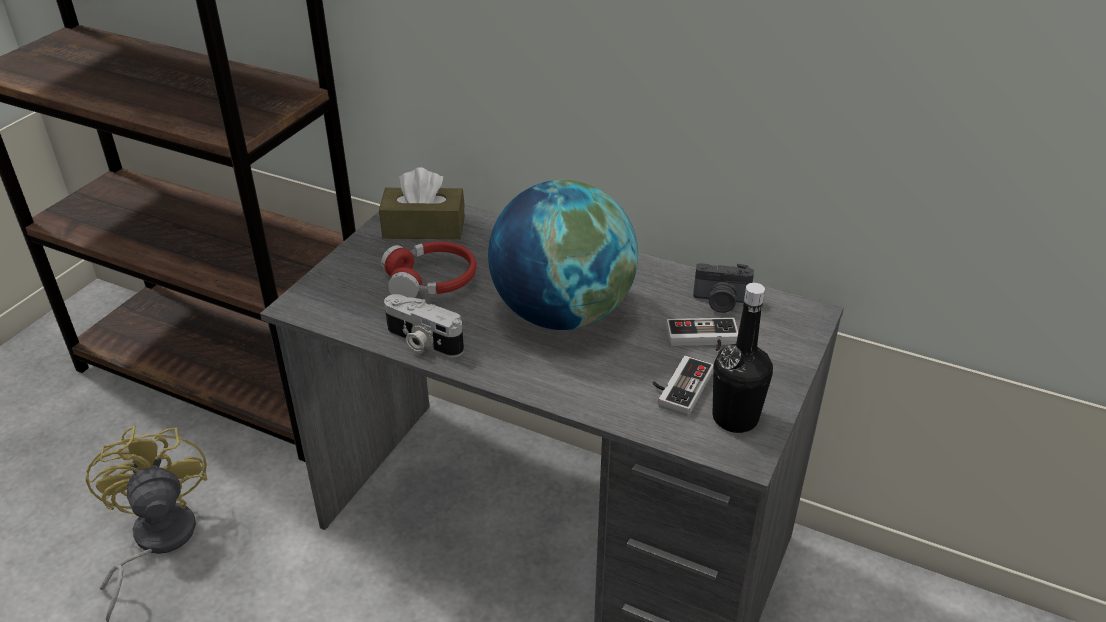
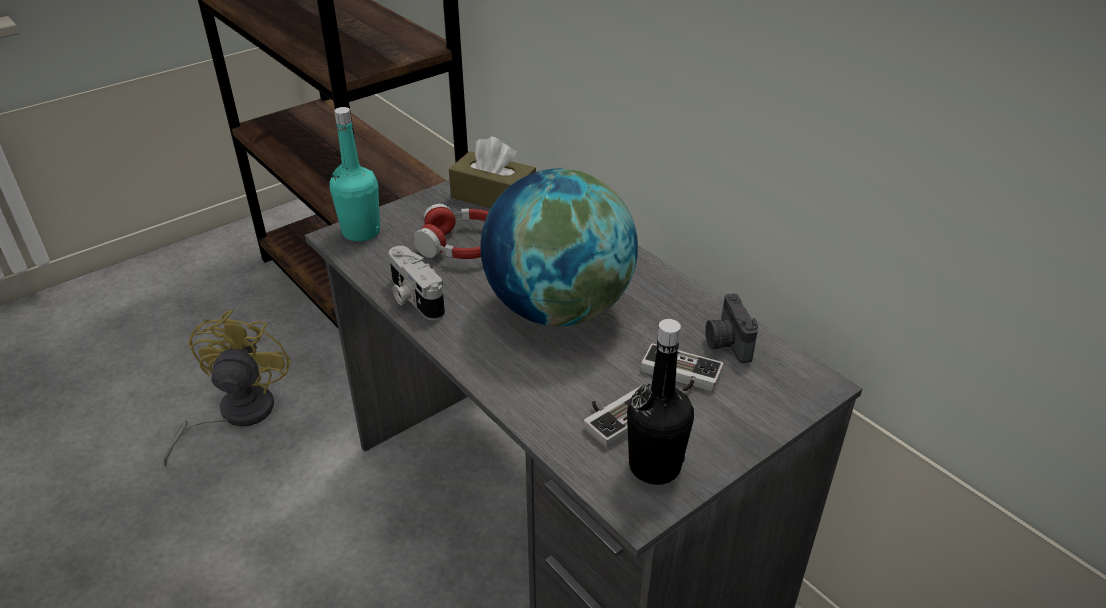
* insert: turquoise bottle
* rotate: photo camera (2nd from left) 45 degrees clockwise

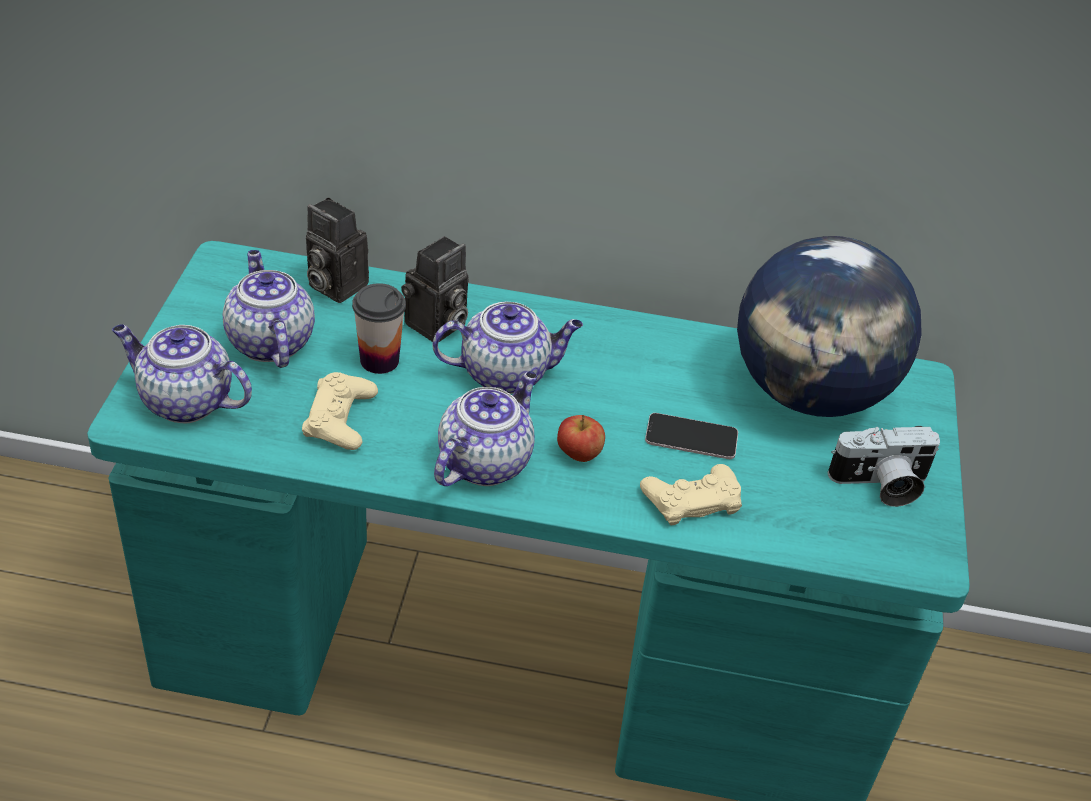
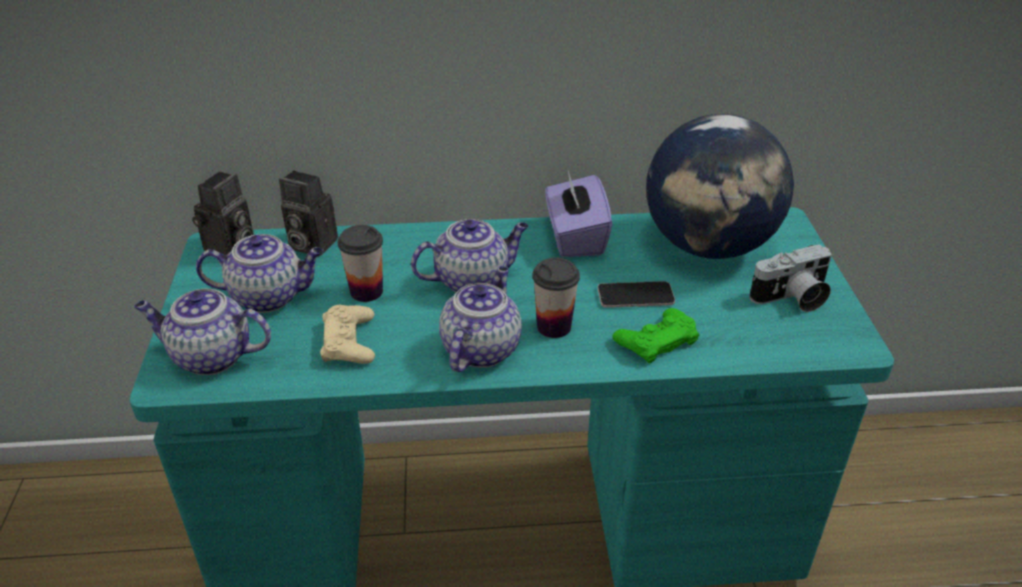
* move: photo camera (2nd from left in the first image) to photo camera (1st from left)
* rotate: teapot (2nd from left) 120 degrees clockwise
* replace: apple to cup (2nd from left)
* insert: purple tissue box
* recolor: beige game controller (2nd from left) to green game controller

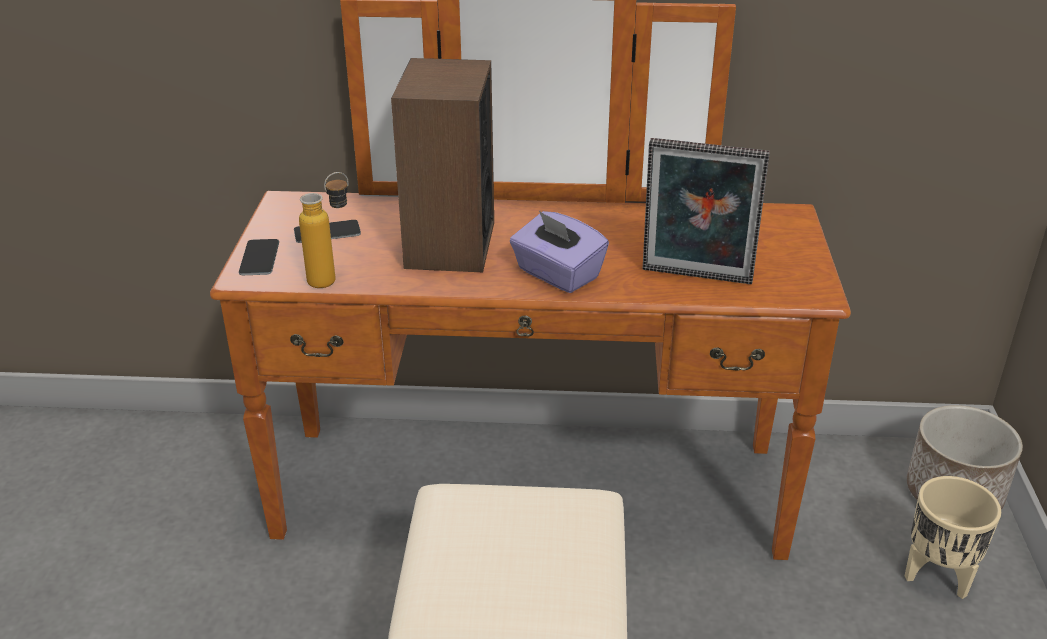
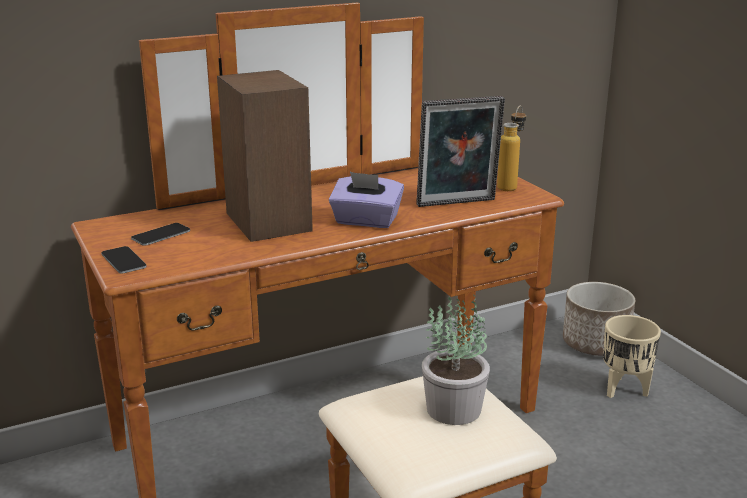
* insert: potted plant
* move: bottle

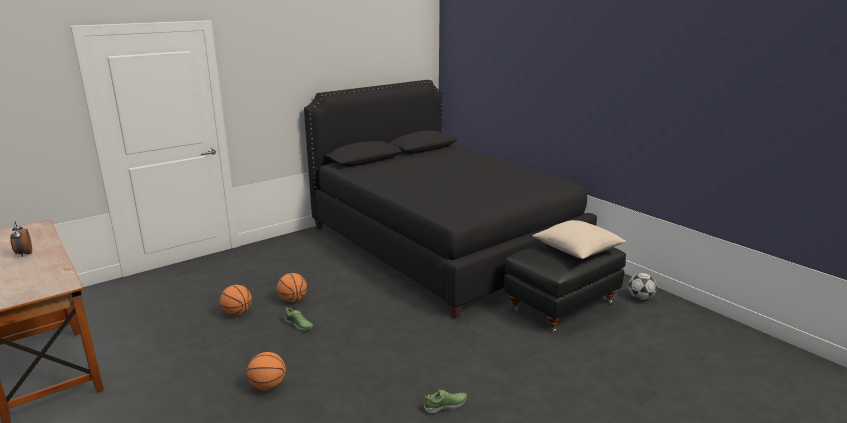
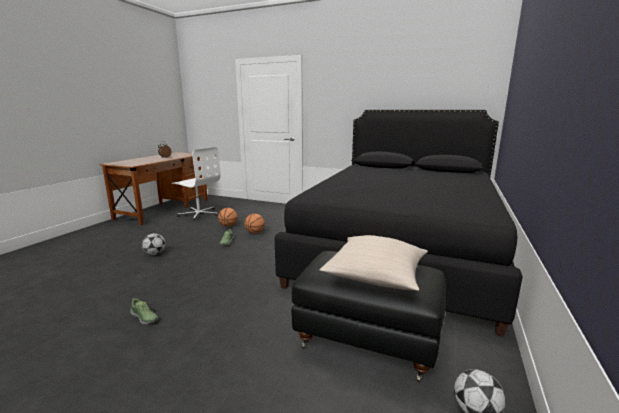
* replace: basketball (2nd from left) to football (1st from left)
* insert: white office chair

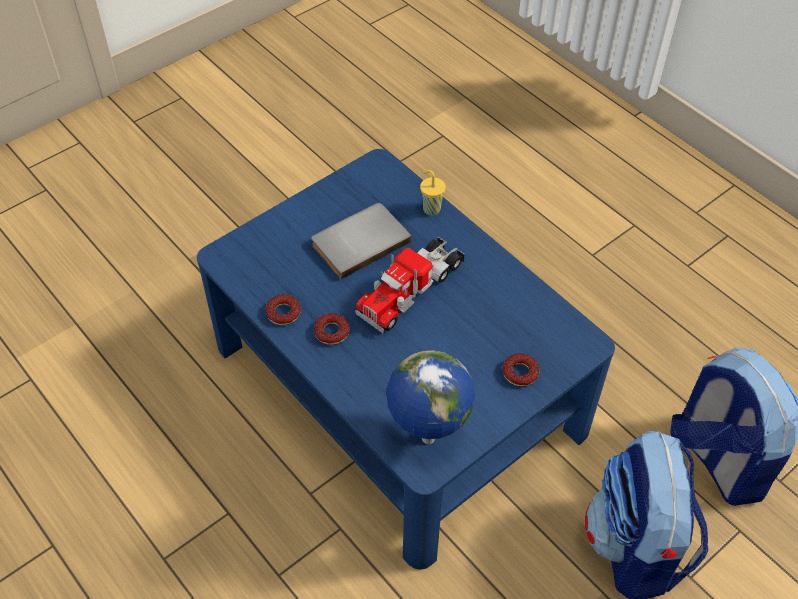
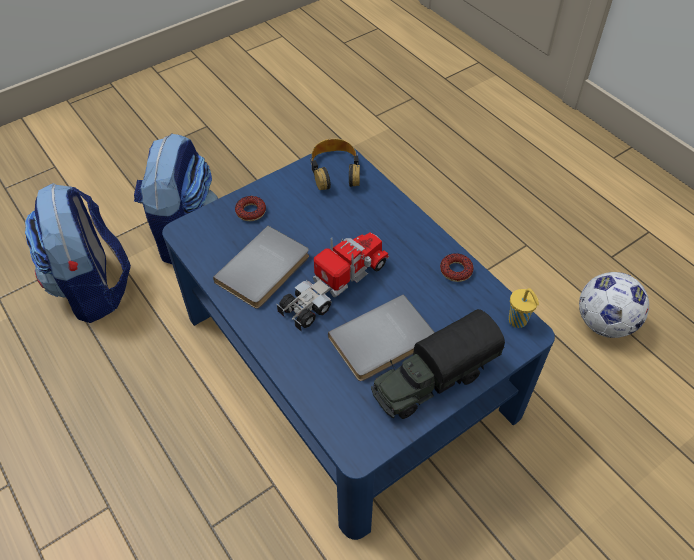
* insert: grey book (1st from left)
* replace: globe to headphones
* insert: toy truck (2nd from left)
* move: yellow cup
* insert: football
* delete: donut (2nd from left)

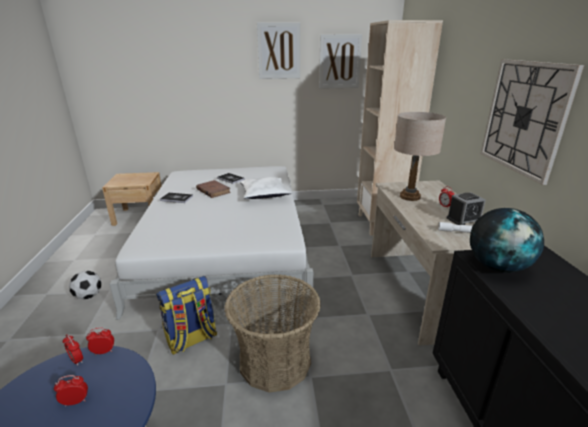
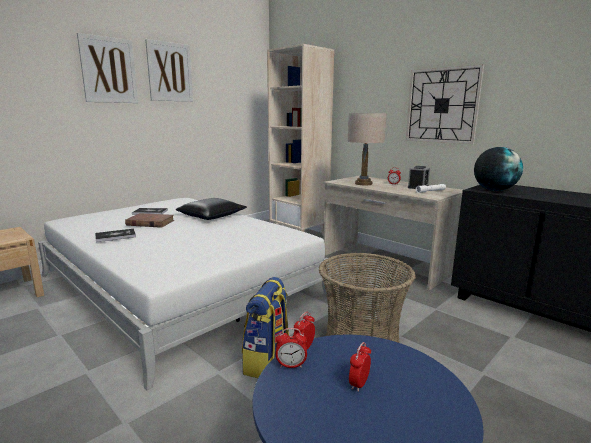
* move: picture (2nd from left in the first image) to picture (1st from left)
* recolor: white pillow to black pillow
* delete: football

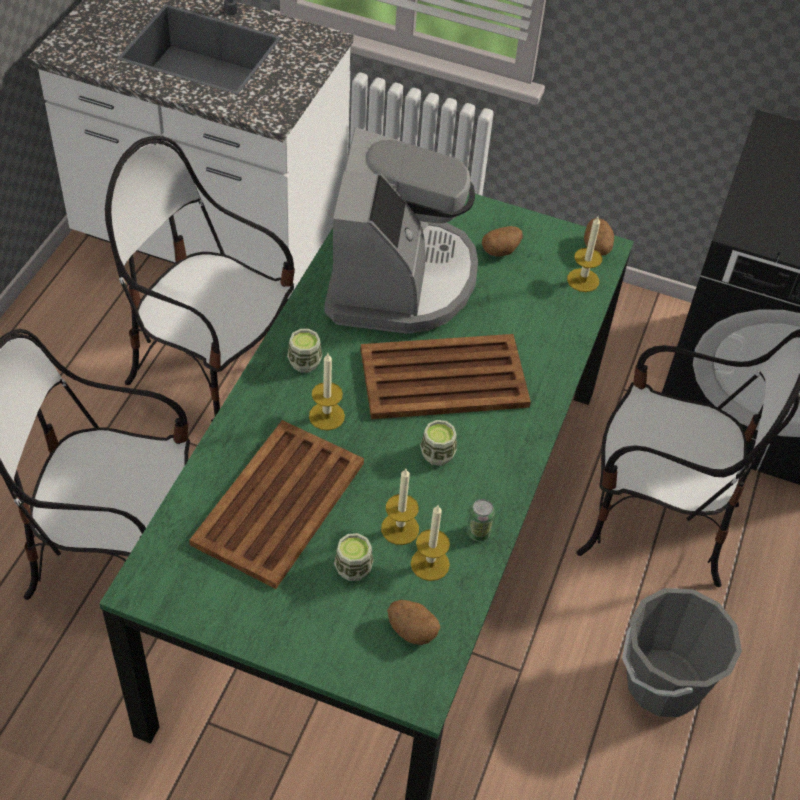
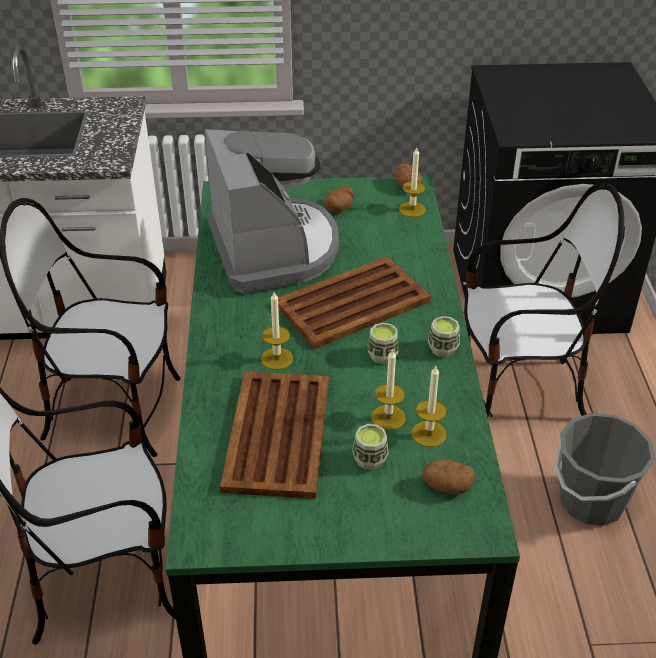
* move: cup (1st from left in the first image) to cup (3rd from left)
* delete: can

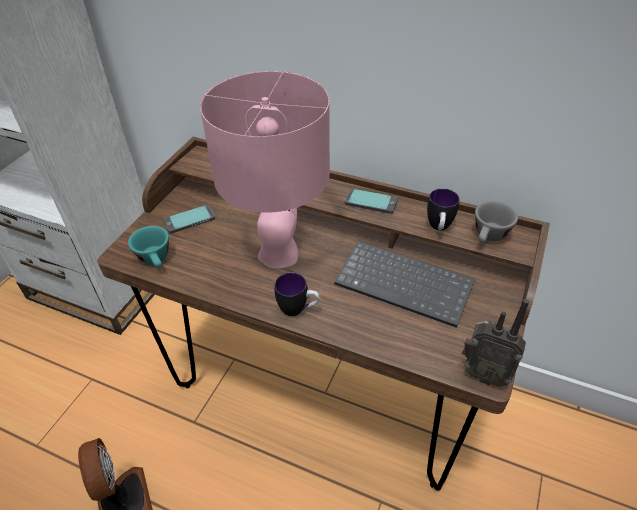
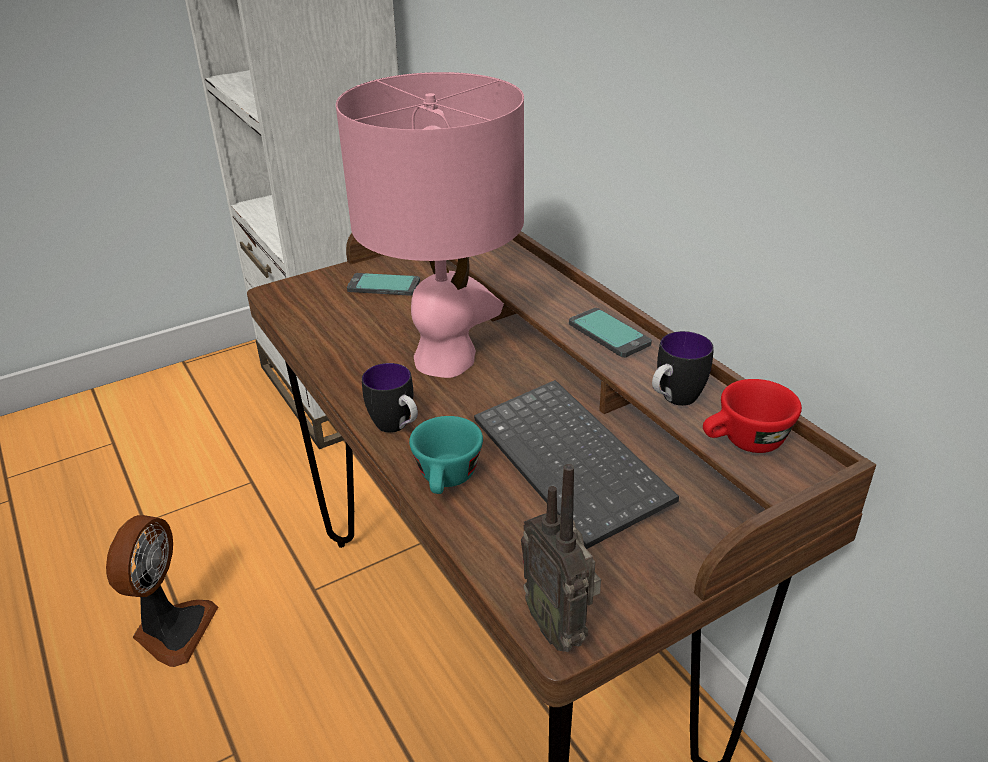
* move: turquoise cup
* recolor: grey cup to red cup

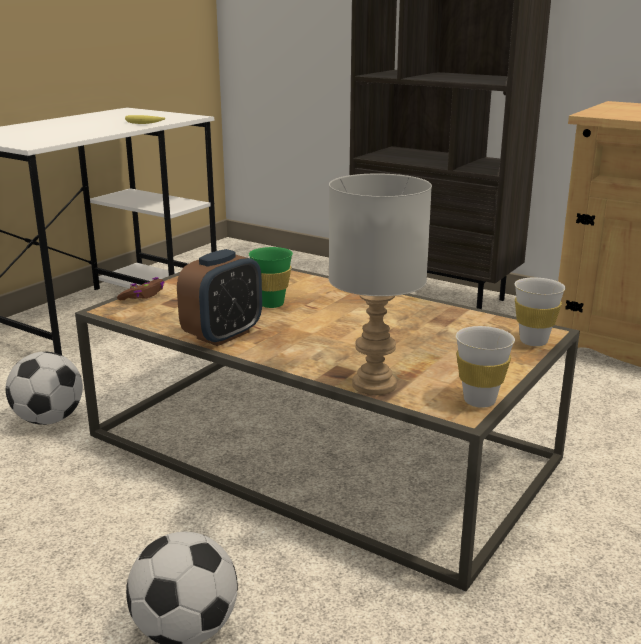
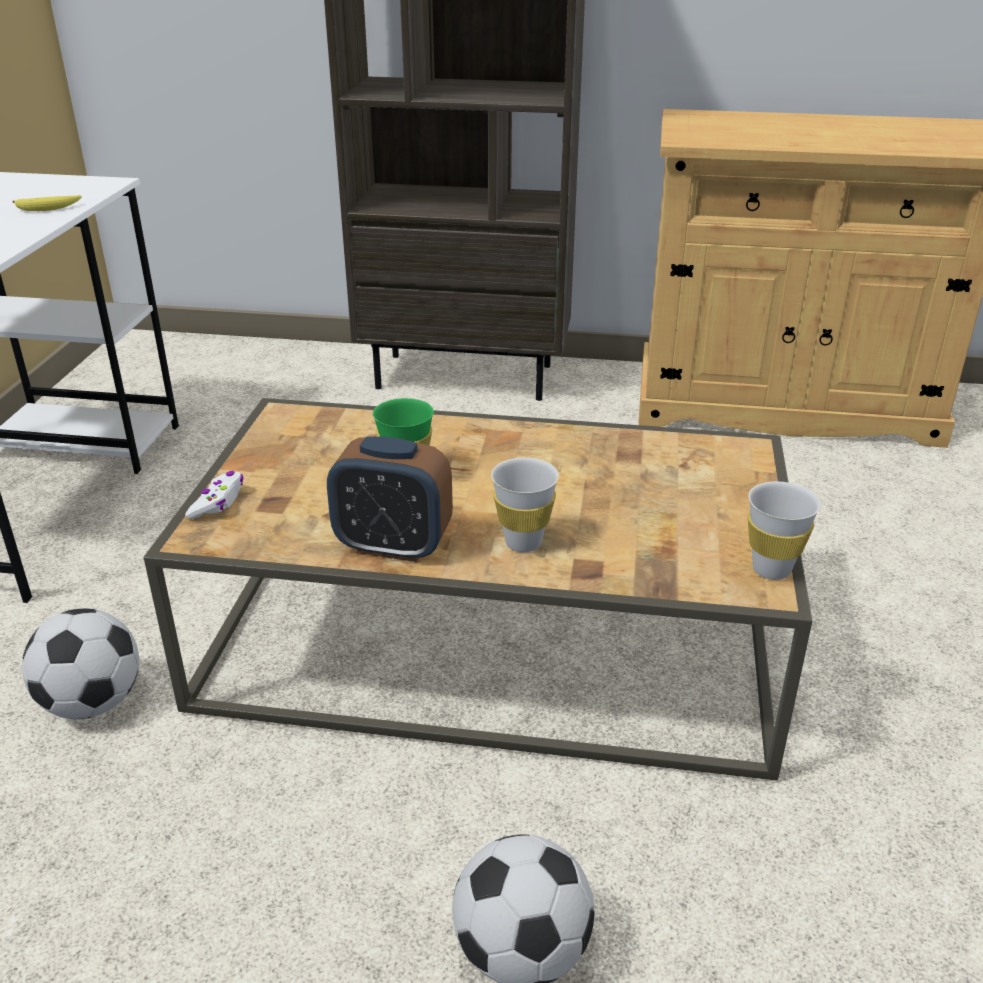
* recolor: brown game controller to white game controller
* rotate: alarm clock 90 degrees clockwise
* move: white cup (2nd from left in the first image) to white cup (1st from left)
* delete: grey table lamp

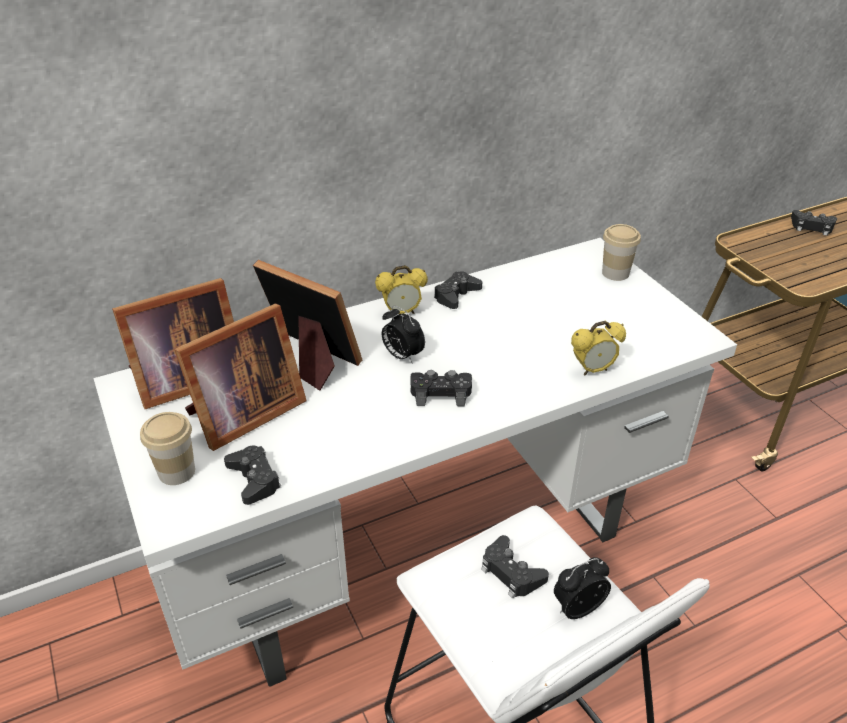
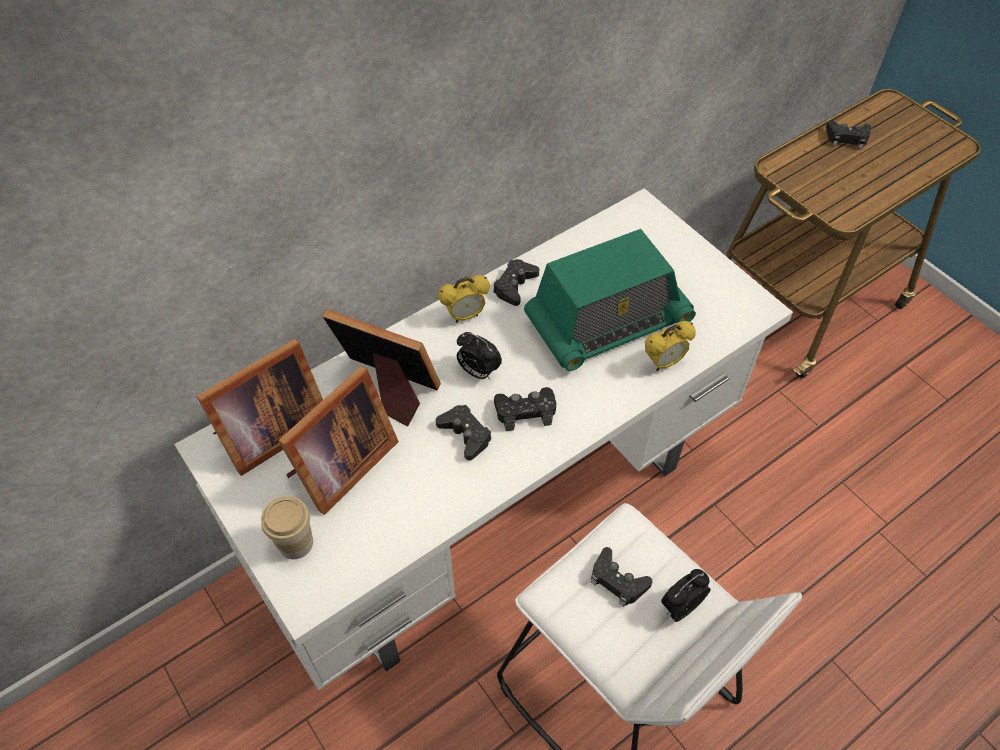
* move: black game controller (1st from left)
* insert: radio
* delete: cup (2nd from left)

